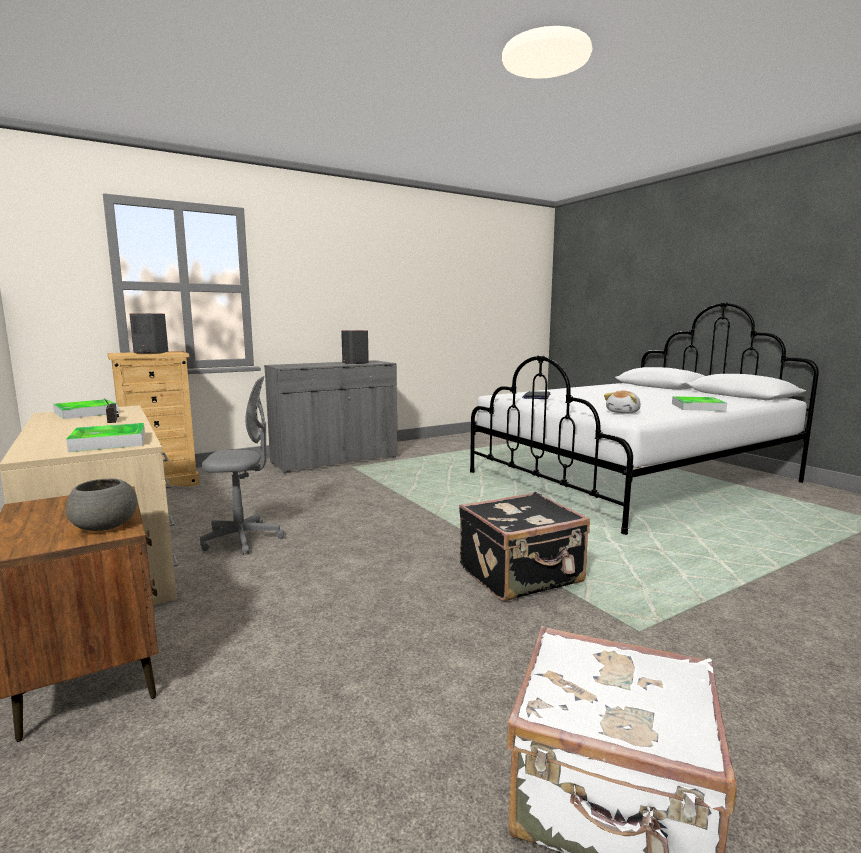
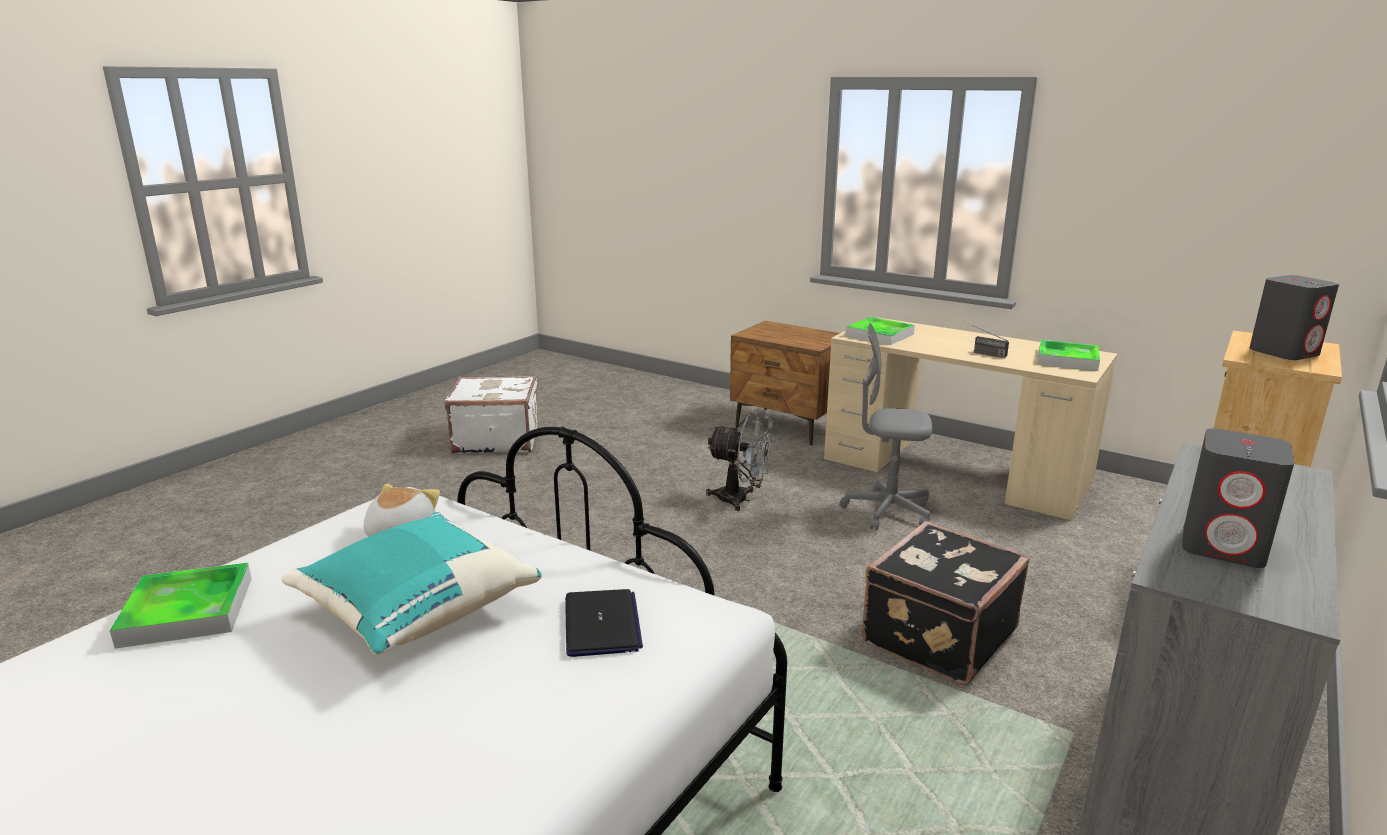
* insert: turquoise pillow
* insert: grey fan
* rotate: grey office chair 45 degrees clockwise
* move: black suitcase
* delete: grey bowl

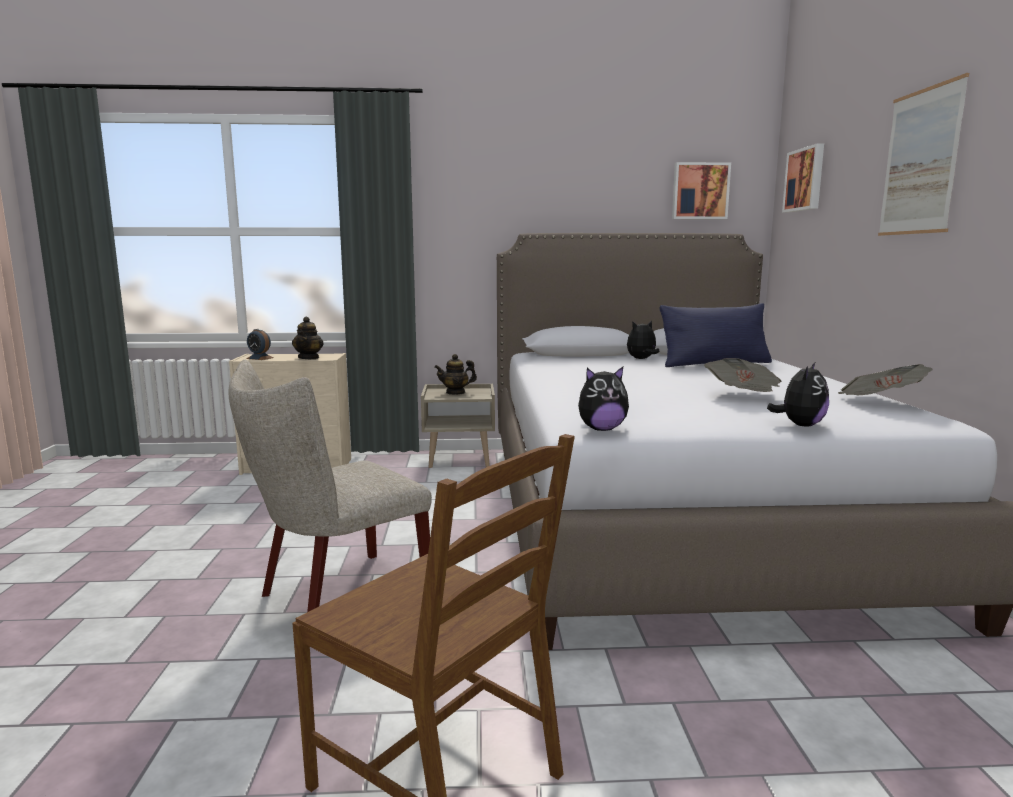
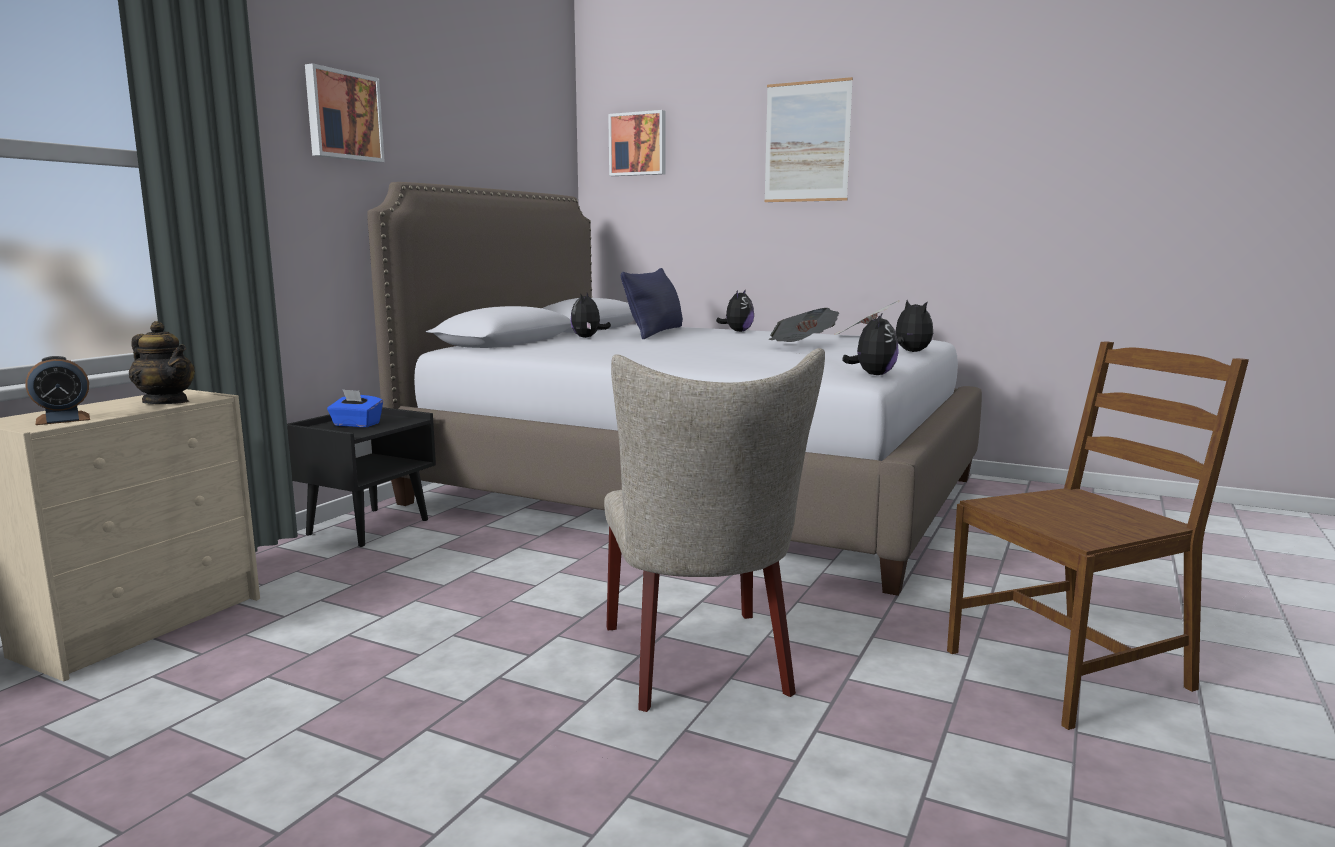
* recolor: beige nightstand to black nightstand
* move: picture (1st from left)
* replace: teapot (2nd from left) to blue tissue box
* insert: plush toy (2nd from left)

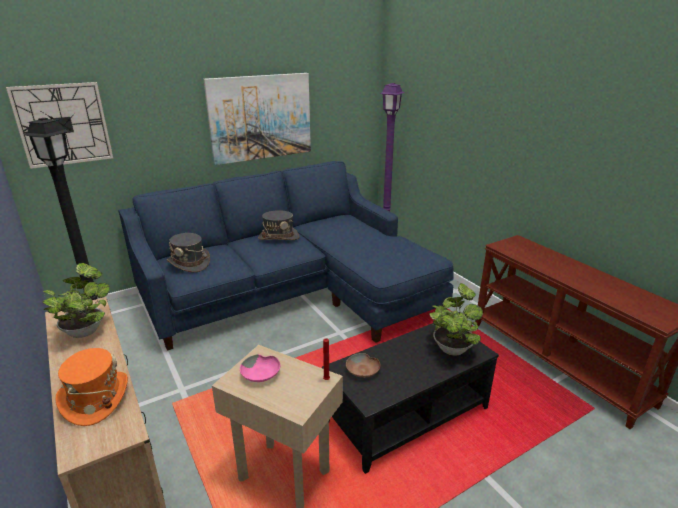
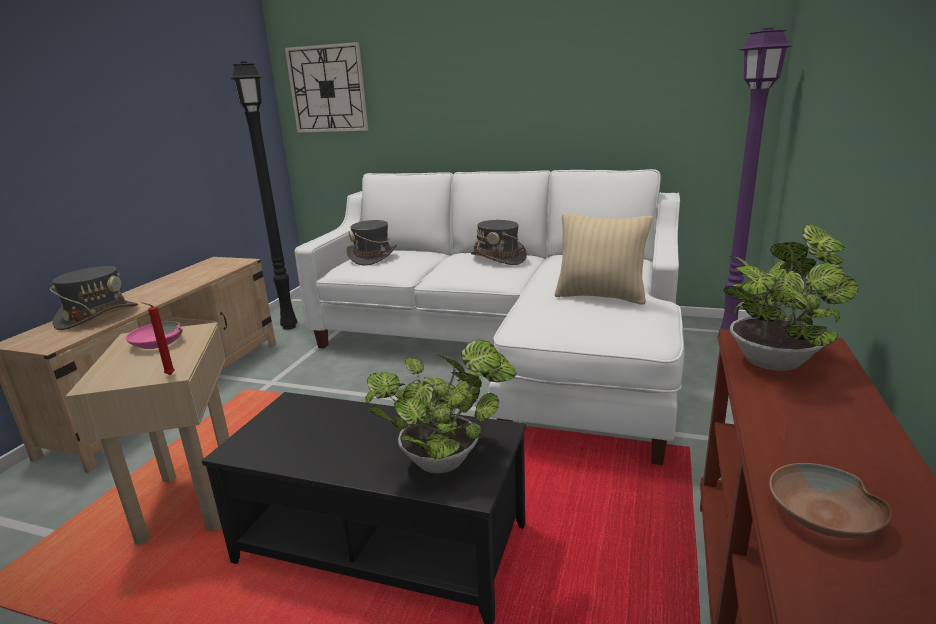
* recolor: orange hat to grey hat (1st from left)
* recolor: blue sofa to white sofa
* insert: beige pillow
* move: potted plant (1st from left in the first image) to potted plant (2nd from left)
* move: brown bowl
* delete: picture

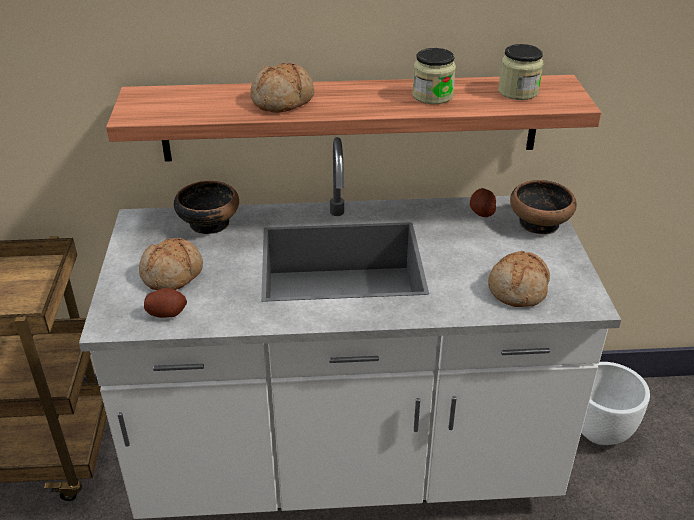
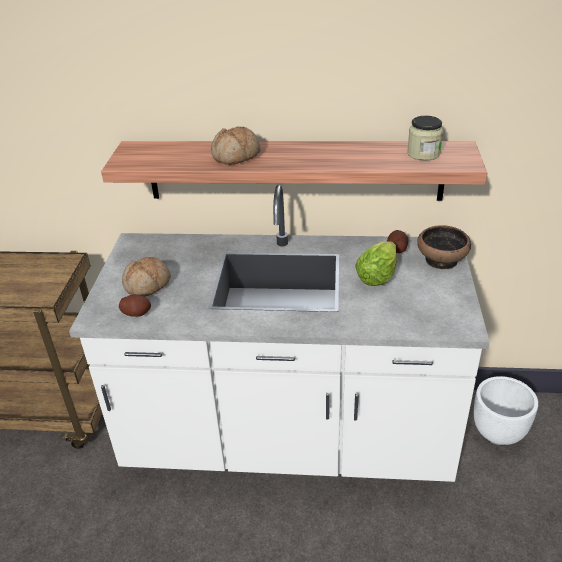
* insert: lettuce
* delete: bowl (1st from left)
* delete: jar (1st from left)
* delete: bread (3rd from left)

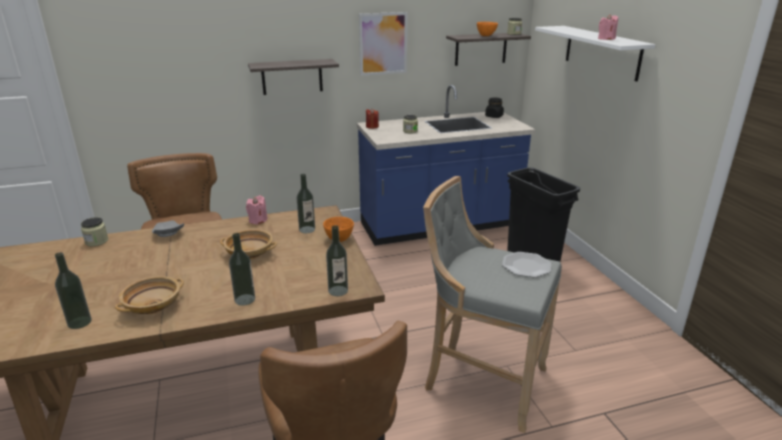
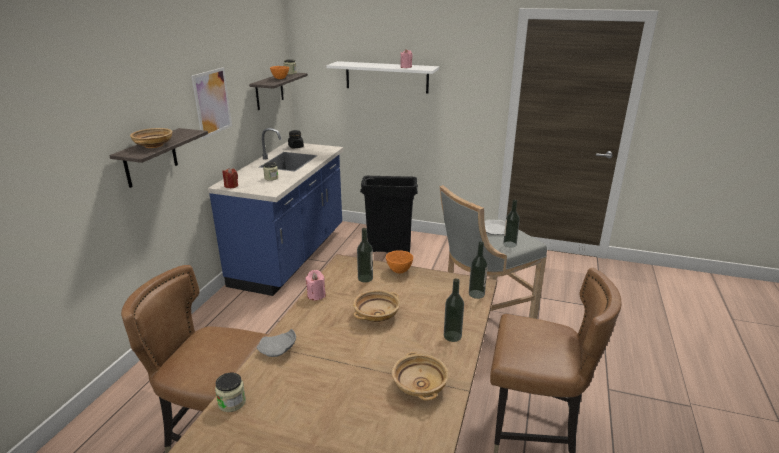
* insert: beige bowl (1st from left)
* move: bottle (1st from left in the first image) to bottle (4th from left)

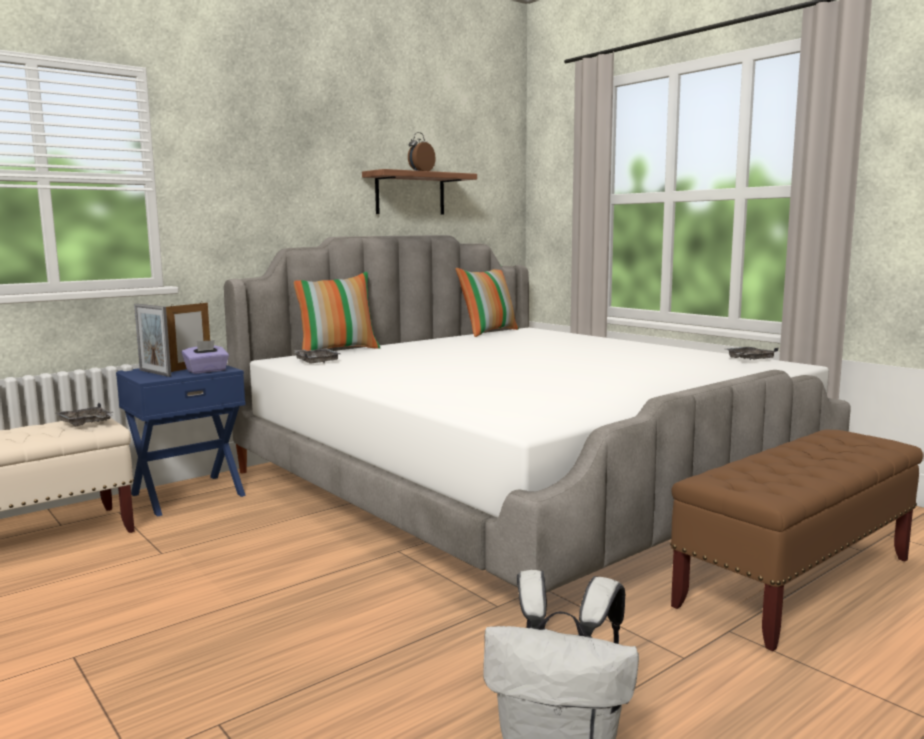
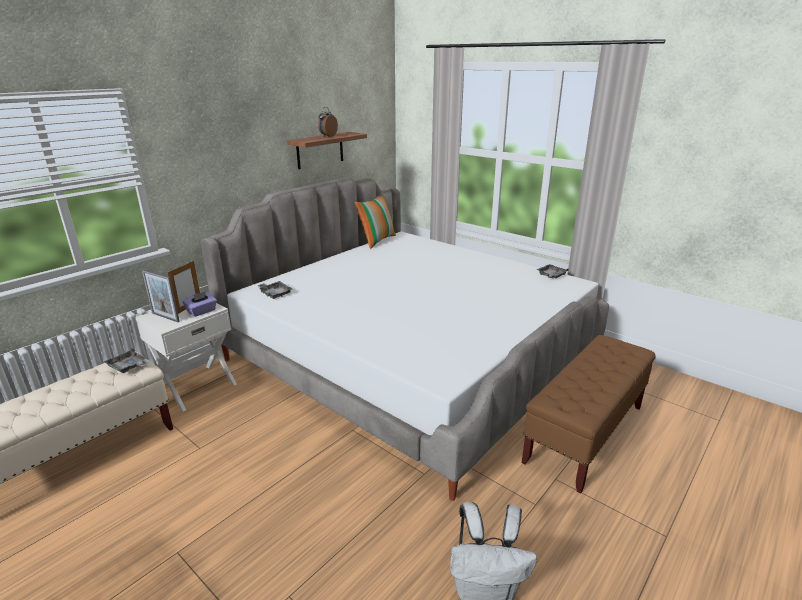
* recolor: blue nightstand to white nightstand
* delete: pillow (1st from left)

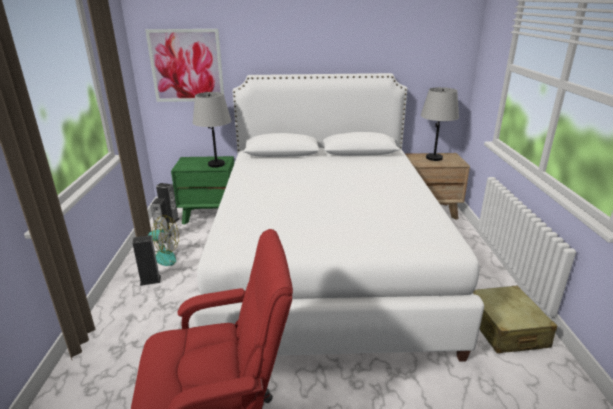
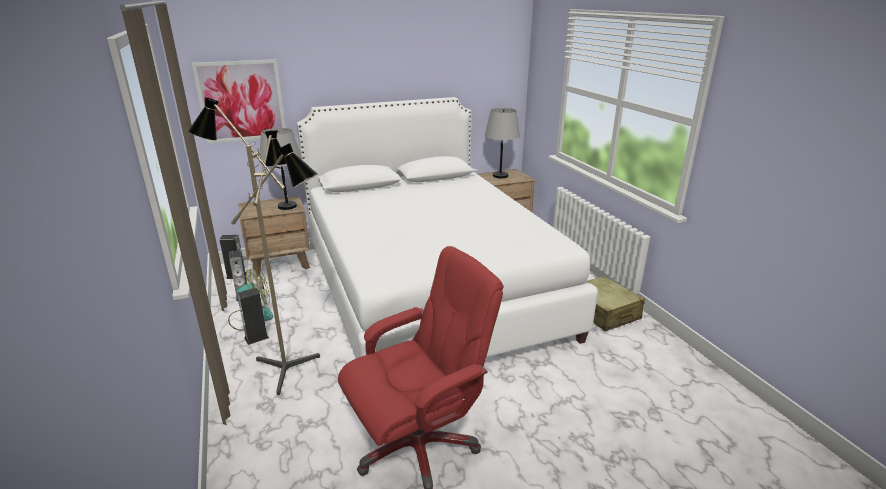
* insert: floor lamp
* recolor: green nightstand to brown nightstand (1st from left)

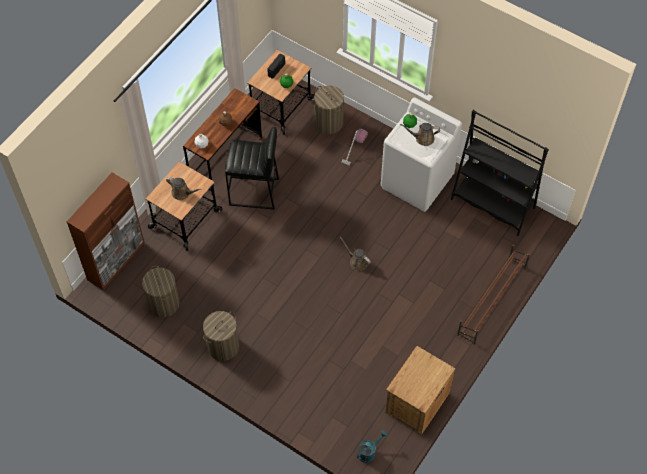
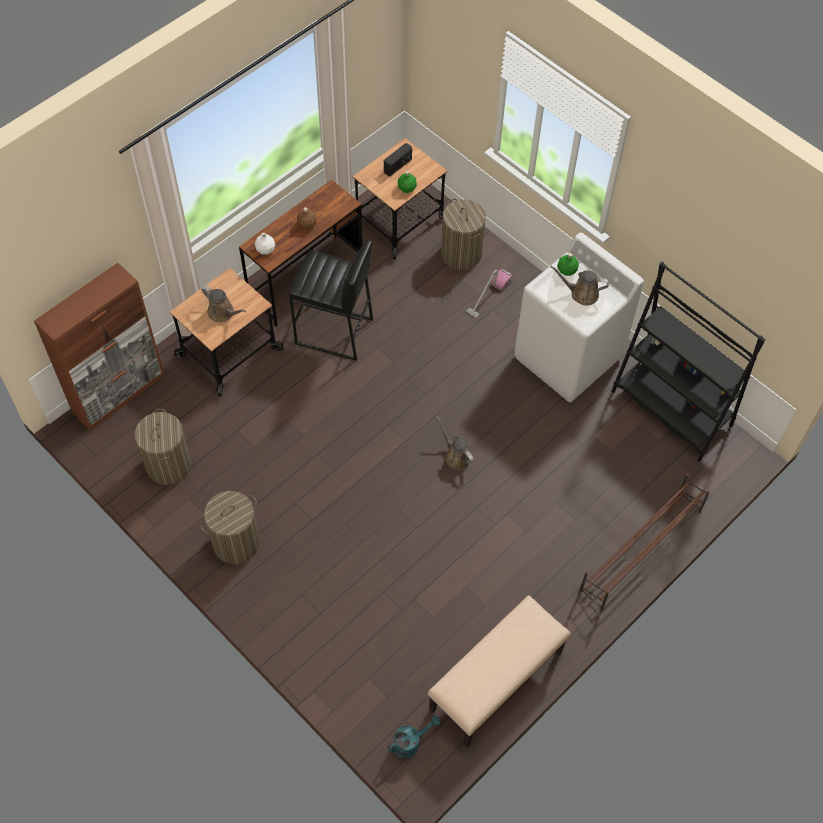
* replace: brown nightstand to beige bench

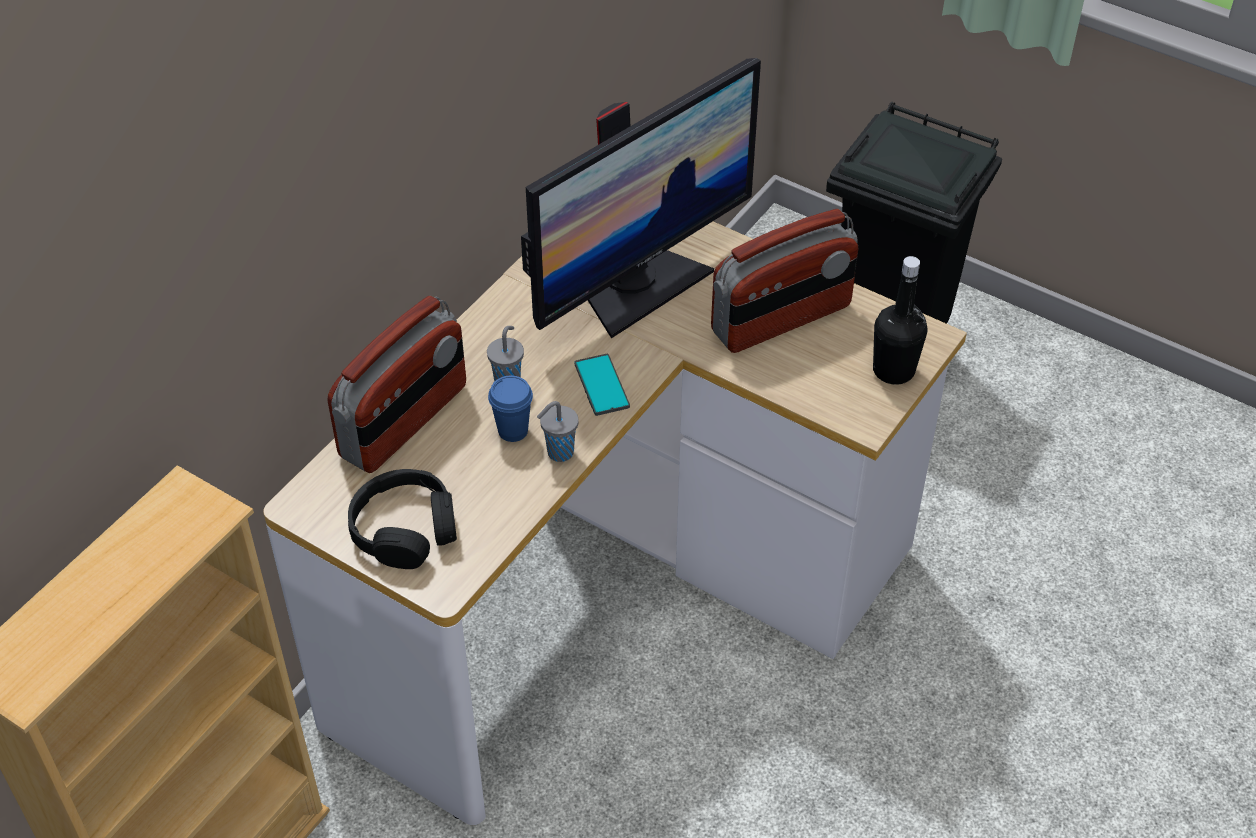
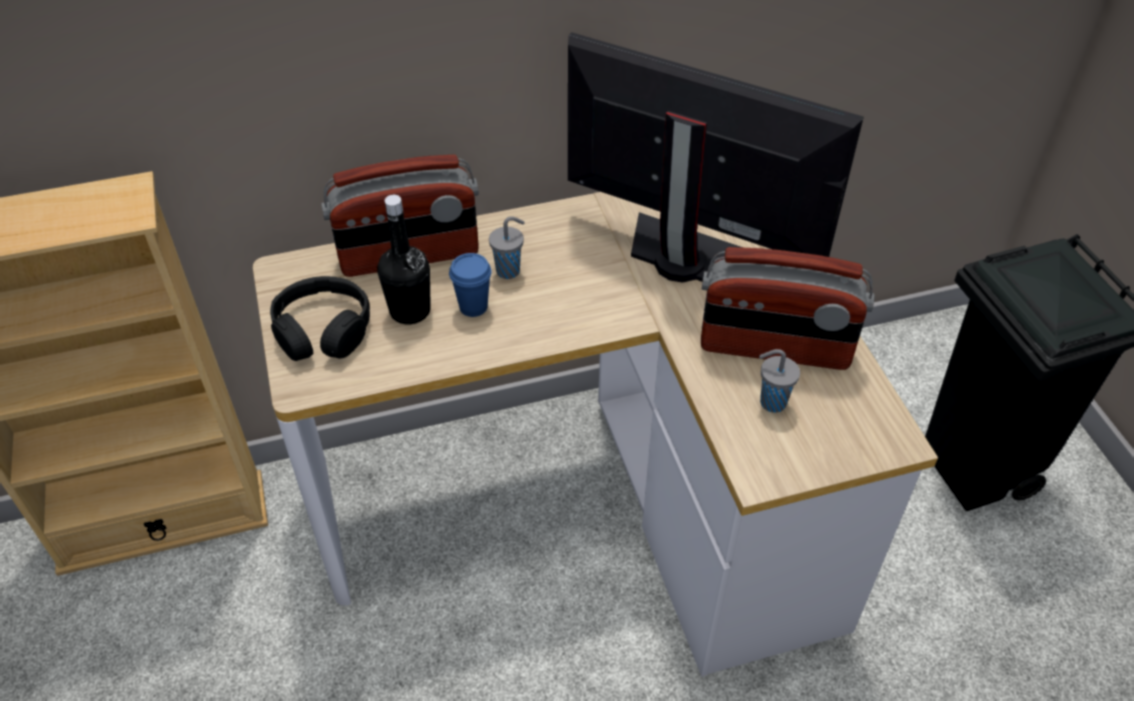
* move: black bottle
* rotate: monitor 150 degrees counterclockwise
* move: grey cup (2nd from left)
* delete: phone

